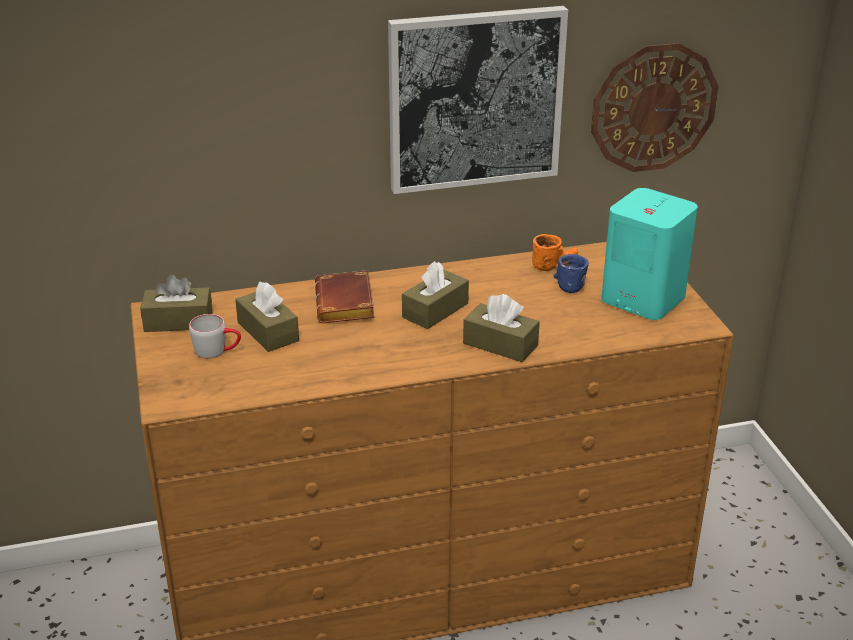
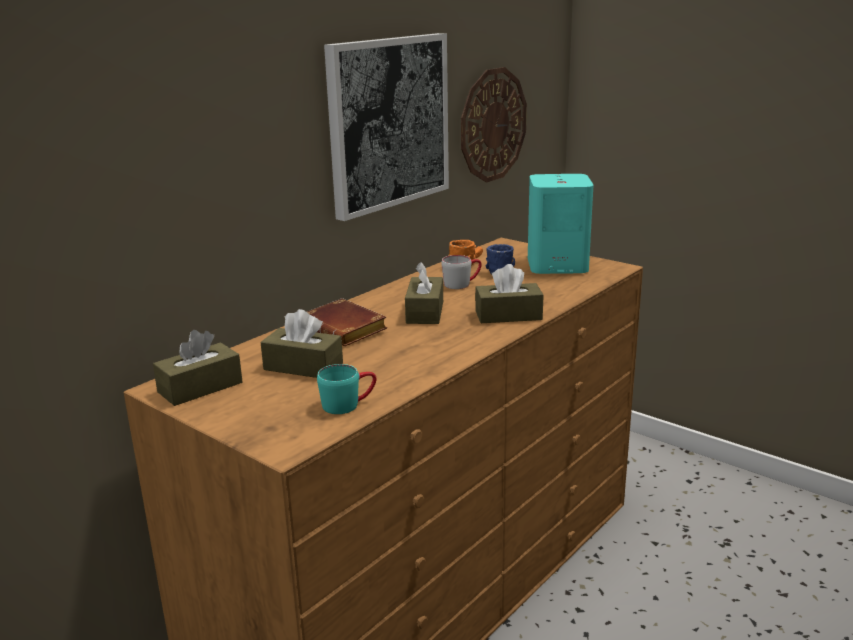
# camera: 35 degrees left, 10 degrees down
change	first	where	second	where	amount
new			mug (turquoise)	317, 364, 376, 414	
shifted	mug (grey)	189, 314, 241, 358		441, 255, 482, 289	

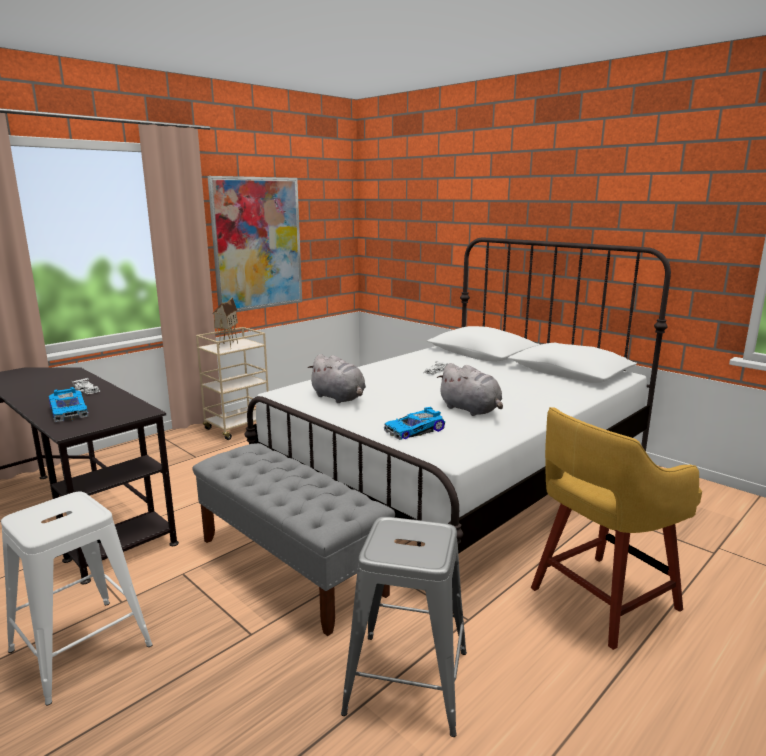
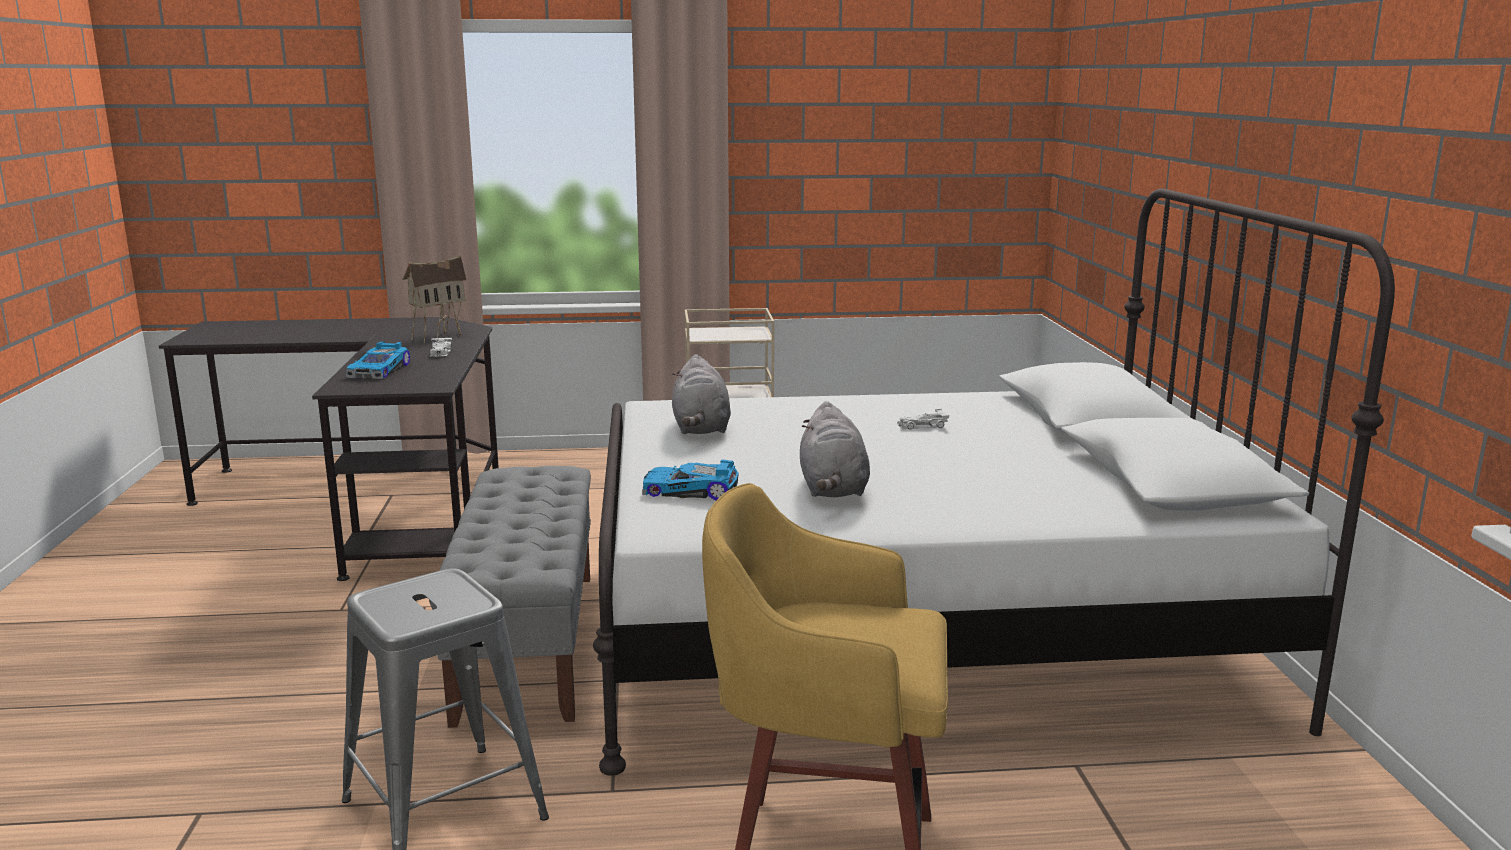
# camera: 40 degrees right, 0 degrees up
change	first	where	second	where	amount
shifted	toy house	212, 297, 238, 347		402, 256, 467, 343	
gone	stool (white)	1, 491, 153, 706			
gone	picture	208, 176, 302, 312			

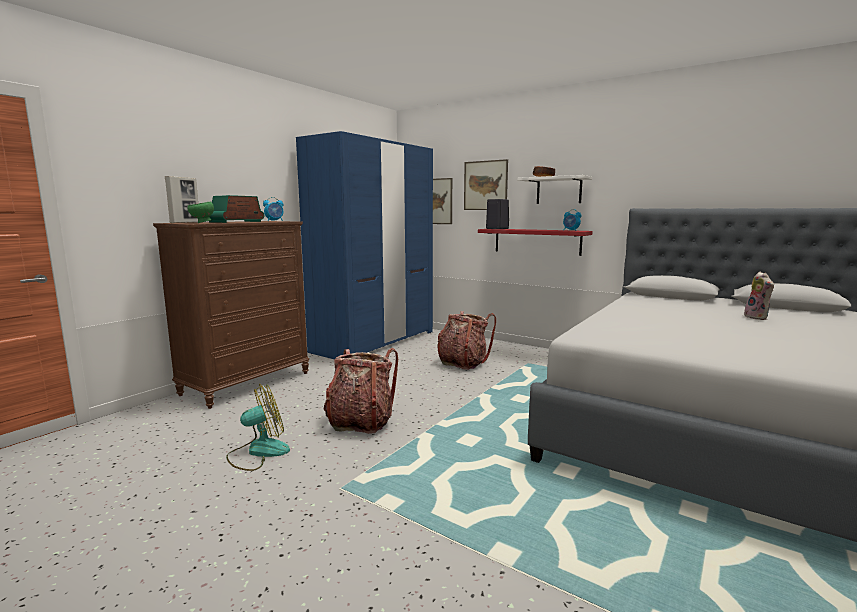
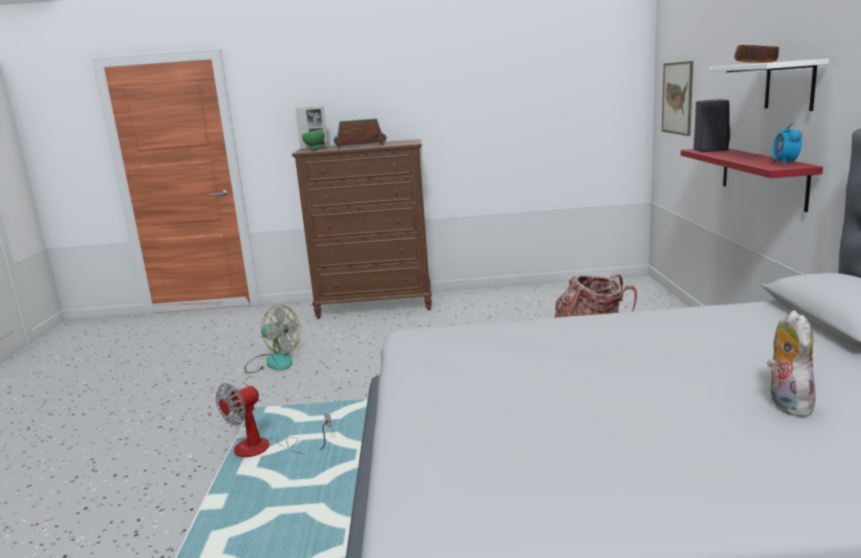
# camera: 55 degrees right, 5 degrees up
change	first	where	second	where	amount
new			fan	216, 383, 332, 457	
rotated	plush toy	744, 272, 774, 320		767, 310, 817, 417	135 degrees clockwise
gone	alarm clock	263, 197, 283, 221			
gone	wardrobe (blue)	296, 131, 433, 359			
gone	backpack	324, 348, 398, 434			
gone	picture	464, 159, 508, 210			

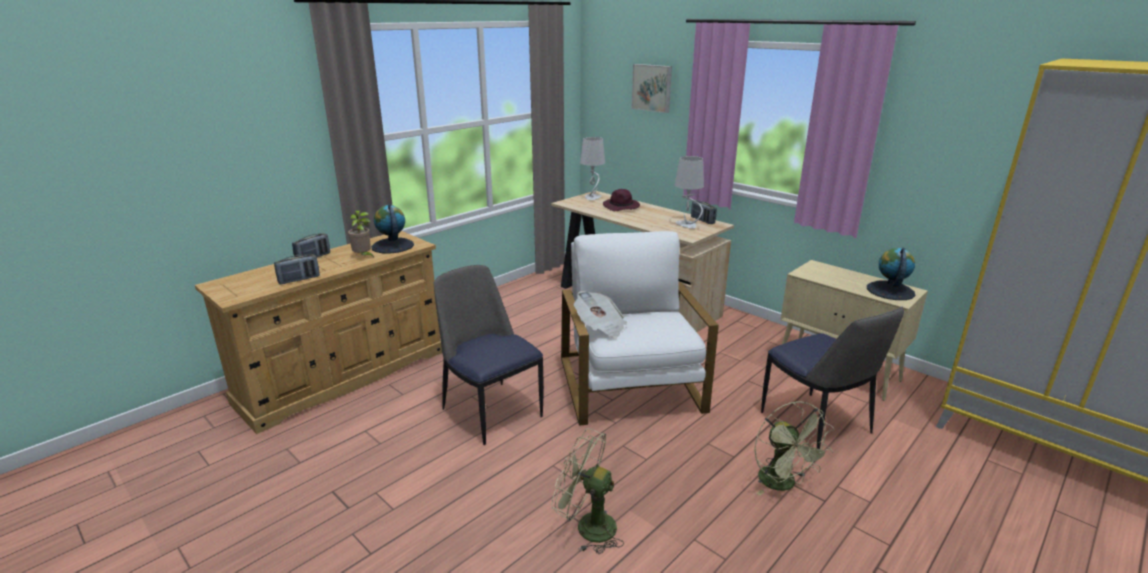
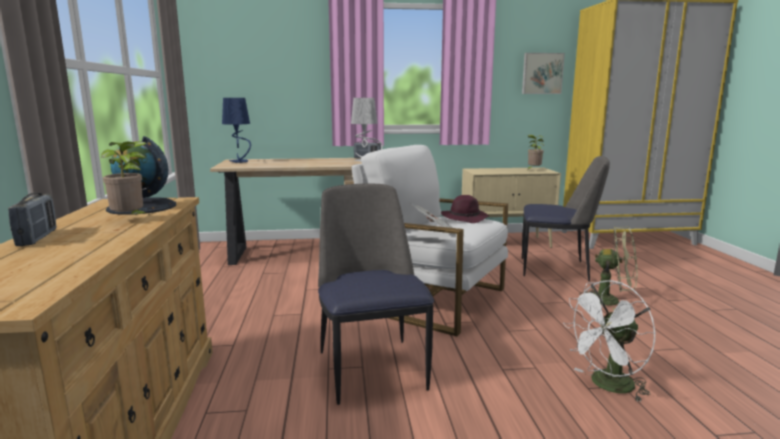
# camera: 50 degrees left, 10 degrees down
change	first	where	second	where	amount
repainted	table lamp (grey)	580, 137, 605, 200	table lamp (blue)	222, 98, 251, 163	
rotated	chair	433, 265, 544, 445		318, 183, 434, 405	75 degrees clockwise
shifted	hat (purple)	603, 189, 640, 211		441, 195, 489, 223	
shifted	picture	632, 64, 672, 113		522, 53, 565, 94	
swapped	globe	867, 248, 915, 300	potted plant	528, 135, 544, 169	
repainted	fan (green)	551, 428, 624, 554	fan (white)	563, 280, 655, 402	
gone	radio	274, 254, 320, 285			

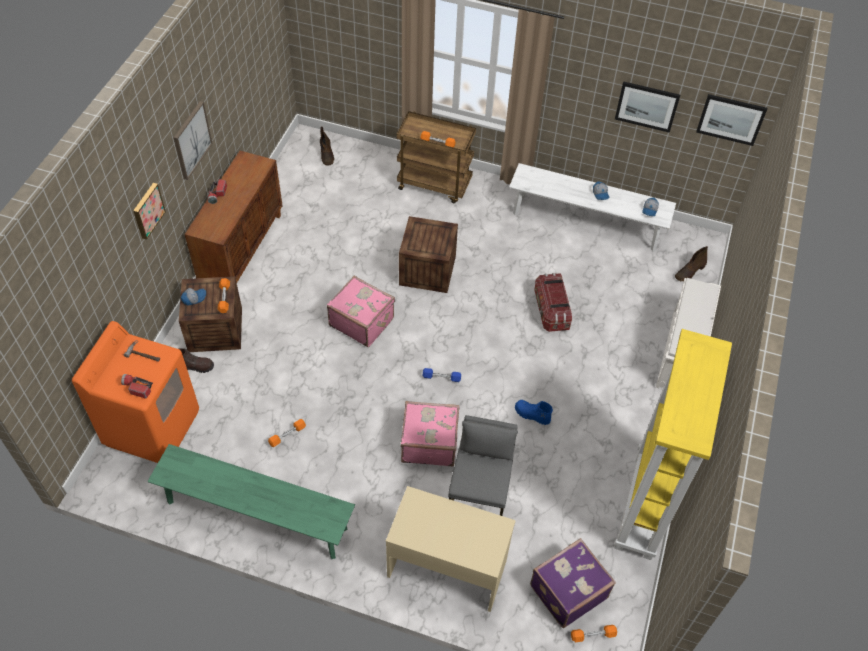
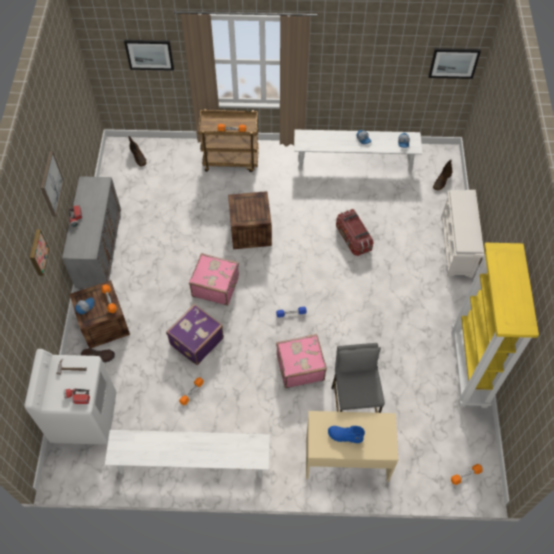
# camera: 15 degrees left, 5 degrees up
change	first	where	second	where	amount
repainted	washing machine (orange)	72, 321, 199, 463	washing machine (white)	24, 349, 117, 445	
repainted	cabinet (brown)	185, 151, 283, 283	cabinet (grey)	62, 176, 121, 291	
repainted	bench (green)	147, 444, 355, 559	bench (white)	105, 430, 270, 478	
shifted	picture	615, 81, 680, 133		124, 40, 174, 71	
shifted	suitcase (purple)	530, 538, 616, 628		166, 304, 224, 365	
shifted	boot (blue)	515, 400, 553, 425		328, 426, 365, 443	

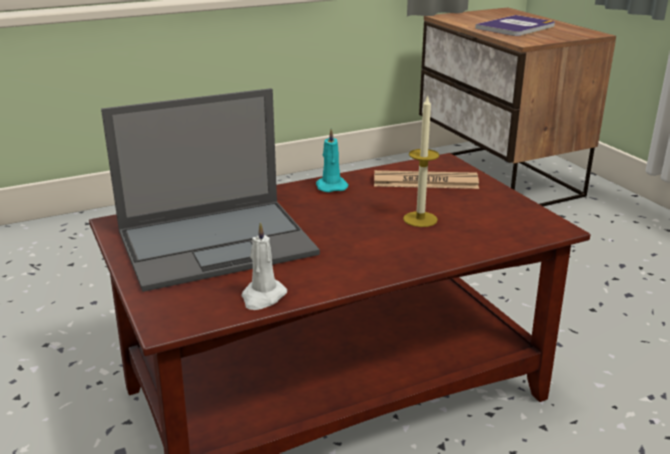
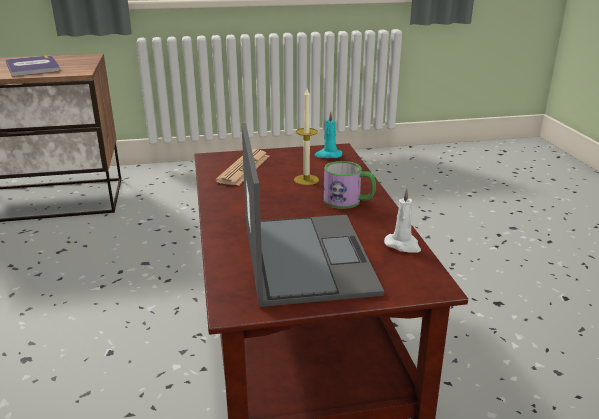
# camera: 75 degrees left, 0 degrees up
change	first	where	second	where	amount
shifted	candle (turquoise)	316, 128, 349, 192		315, 111, 342, 158	
new			mug	324, 161, 376, 209	

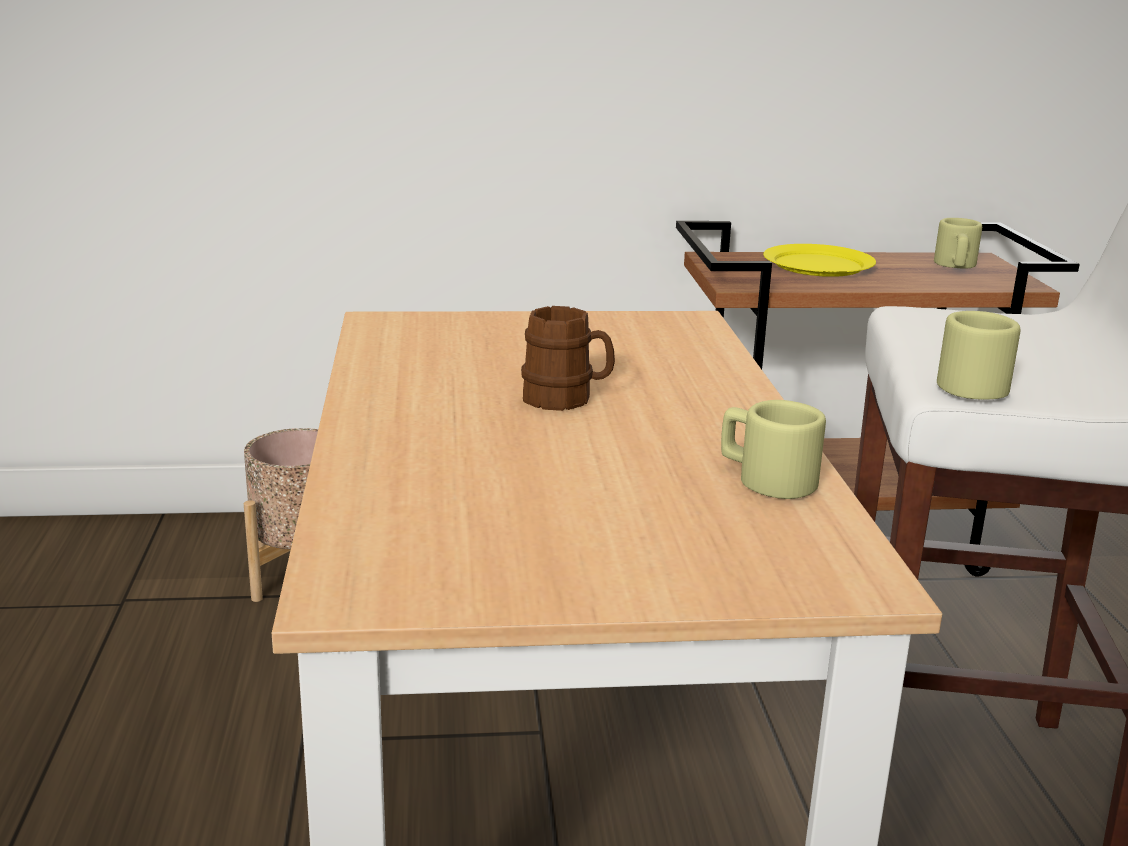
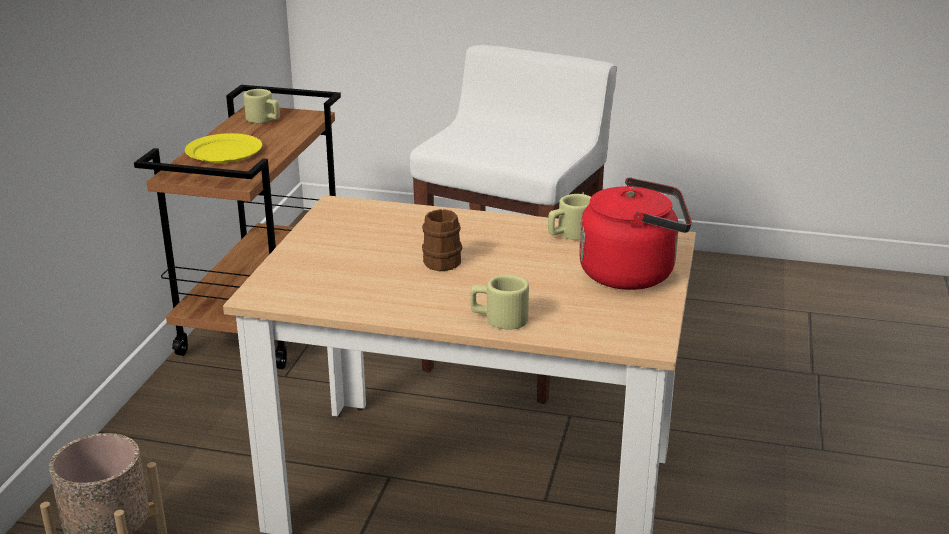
# camera: 70 degrees left, 5 degrees up
change	first	where	second	where	amount
shifted	mug (beige)	937, 311, 1020, 400		470, 275, 529, 329	
new			kettle (red)	579, 177, 692, 290	

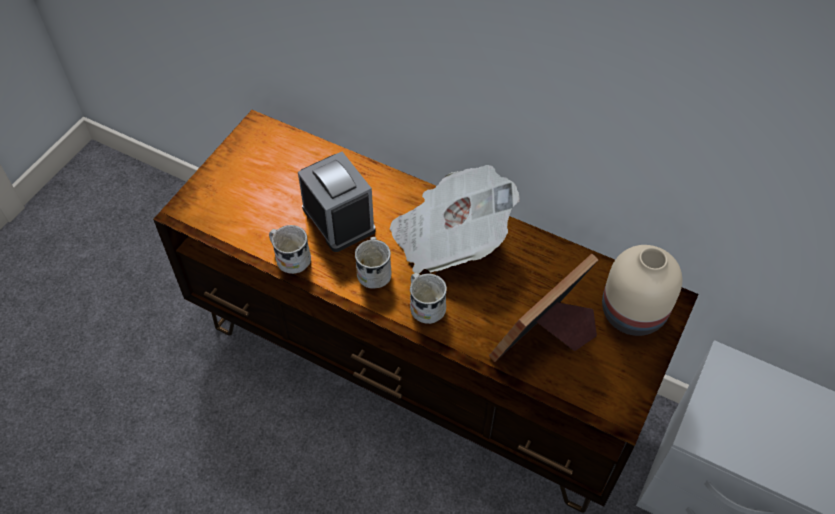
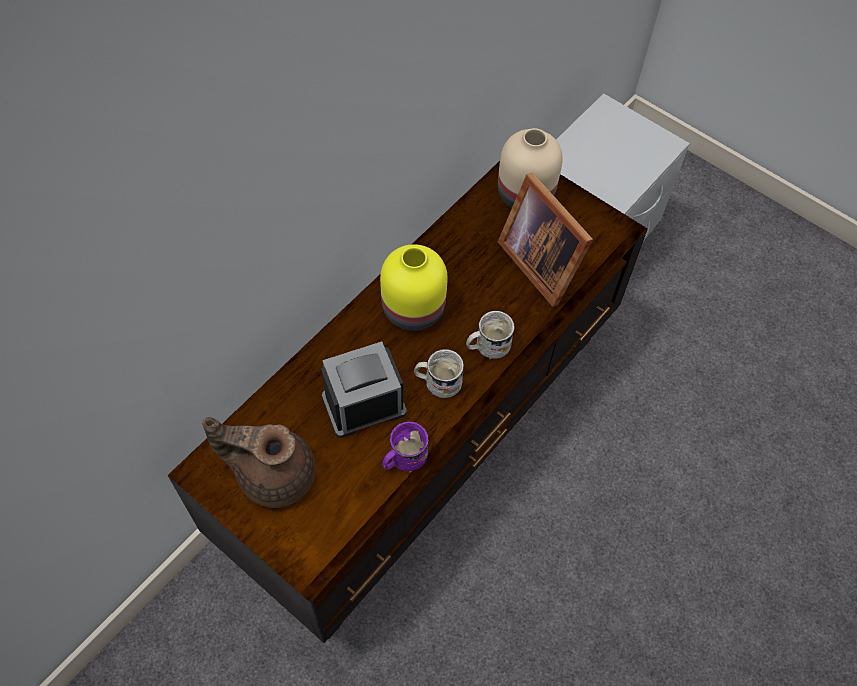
# camera: 80 degrees left, 5 degrees up
change	first	where	second	where	amount
new			teapot (brown)	202, 417, 316, 508	
swapped	newspaper	390, 165, 520, 274	vase (yellow)	380, 244, 448, 331	
repainted	mug (white)	269, 225, 311, 274	mug (purple)	382, 422, 429, 472	

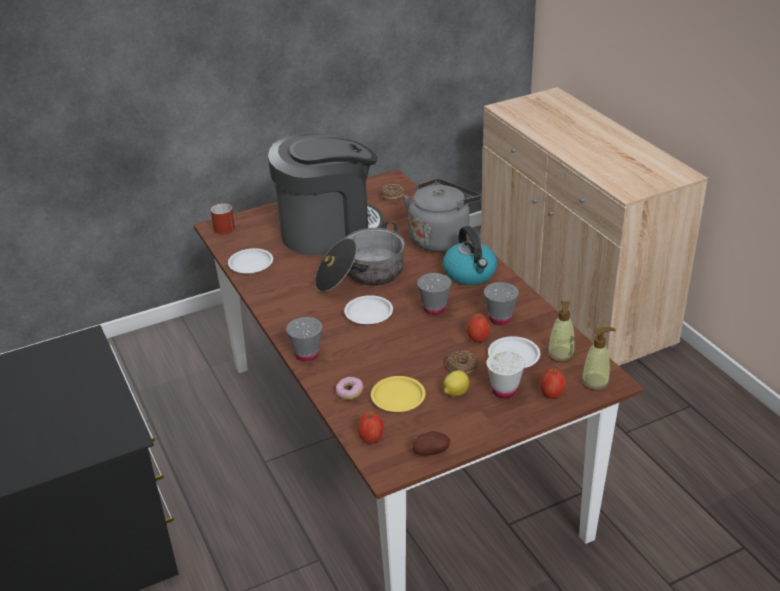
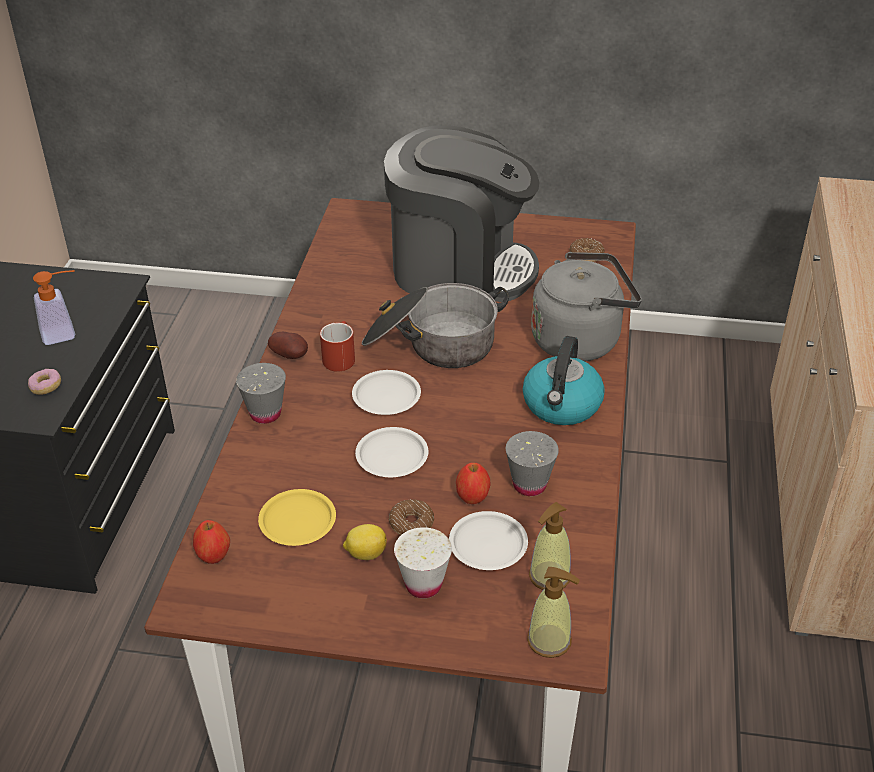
# camera: 35 degrees right, 5 degrees up
change	first	where	second	where	amount
shifted	donut	336, 377, 363, 400		28, 369, 61, 395	
new			soap dispenser	33, 270, 75, 345	
shifted	potato	413, 431, 450, 455		268, 332, 308, 359	
shifted	mug (red)	211, 203, 235, 234		320, 321, 355, 372	
shifted	plate (white)	228, 248, 273, 274		355, 427, 428, 477	
gone	cup (grey)	417, 273, 451, 315			
gone	apple	540, 368, 566, 399			

